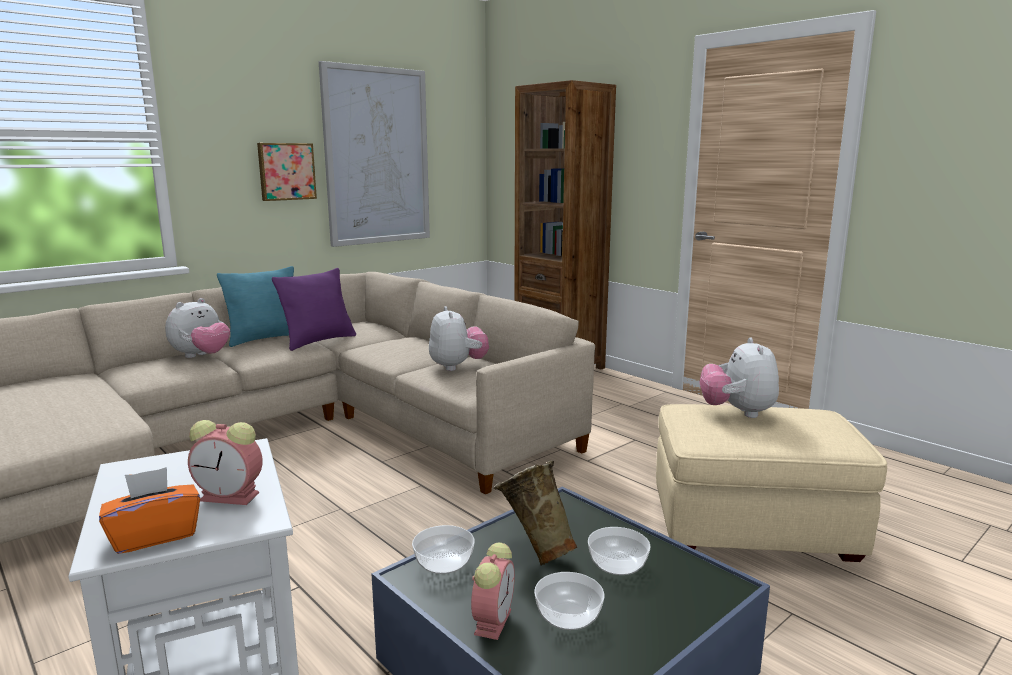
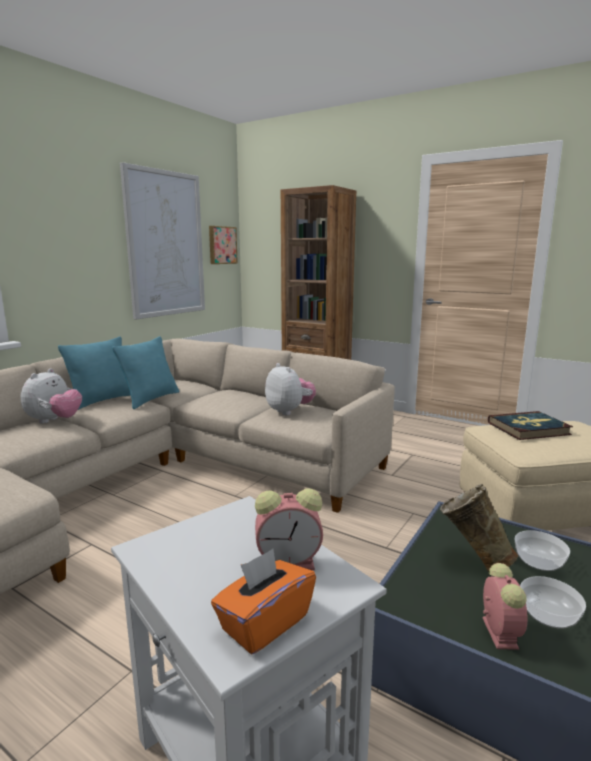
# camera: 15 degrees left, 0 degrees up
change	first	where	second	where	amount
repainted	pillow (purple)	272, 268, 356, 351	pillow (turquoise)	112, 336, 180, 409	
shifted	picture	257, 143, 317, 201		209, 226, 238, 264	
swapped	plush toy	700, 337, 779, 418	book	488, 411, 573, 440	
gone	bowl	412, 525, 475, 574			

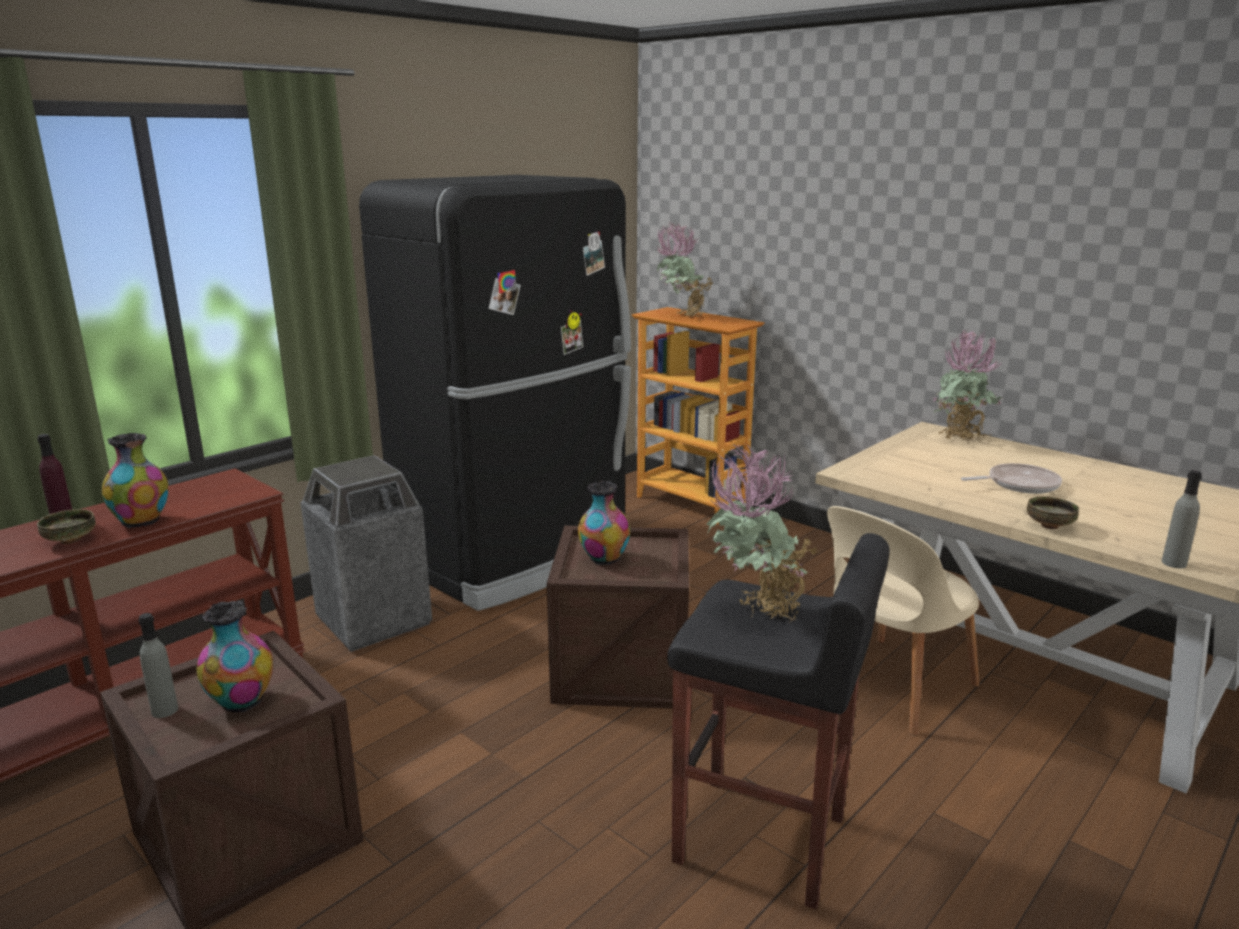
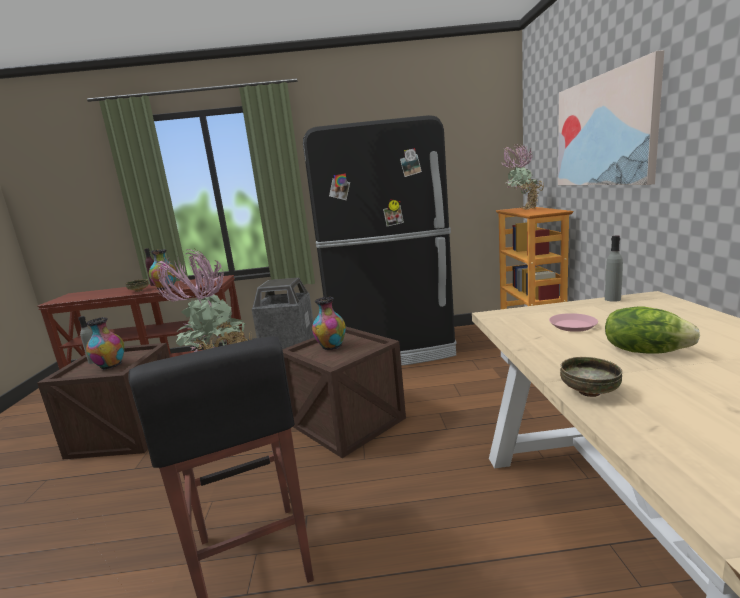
# camera: 45 degrees right, 5 degrees down
change	first	where	second	where	amount
new			plate (pink)	549, 313, 598, 332	
new			picture	558, 50, 664, 185	
shifted	bottle (grey)	1162, 470, 1202, 568		605, 236, 623, 302	
swapped	frying pan	961, 463, 1062, 494	lettuce	605, 307, 700, 354	
gone	chair (beige)	827, 506, 979, 736			
gone	potted plant	932, 330, 1002, 439			

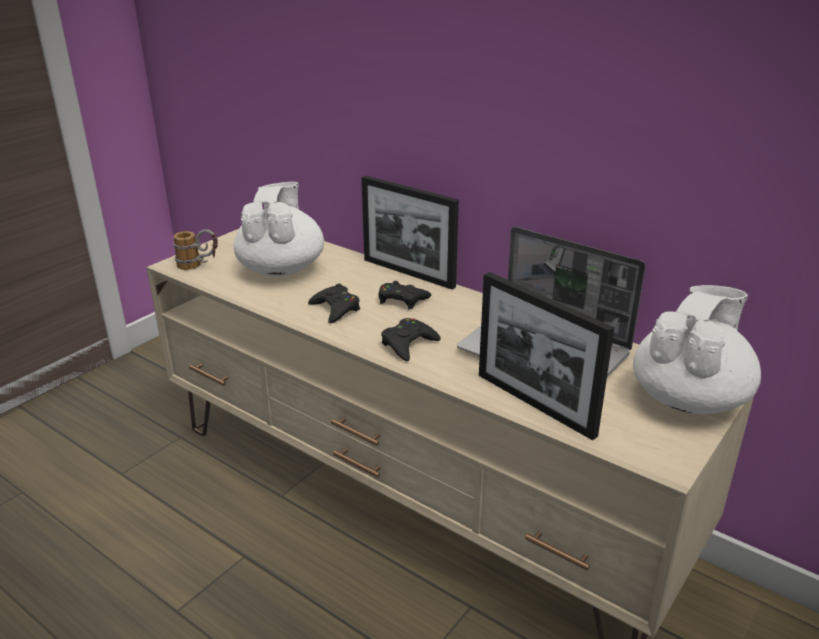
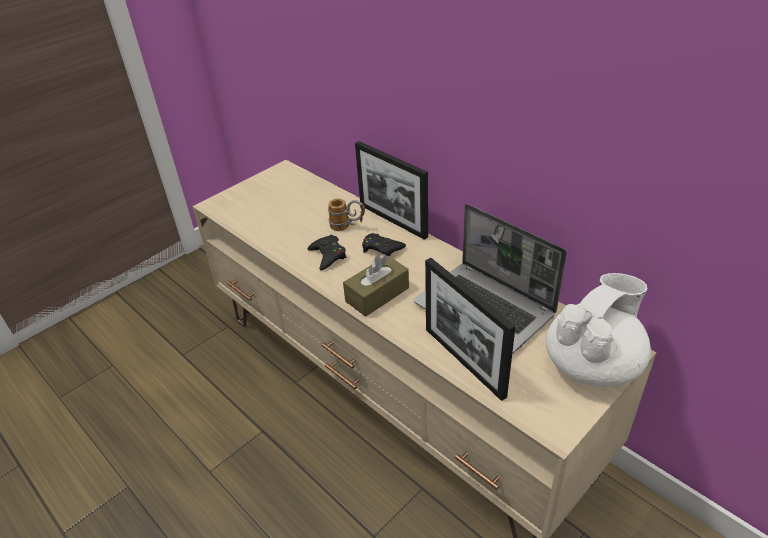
# camera: 10 degrees right, 10 degrees up
change	first	where	second	where	amount
shifted	mug	173, 229, 218, 270		328, 198, 365, 231	
swapped	game controller (black)	381, 318, 441, 361	tissue box (brown)	343, 254, 409, 317	
gone	teapot (white)	234, 182, 324, 277			

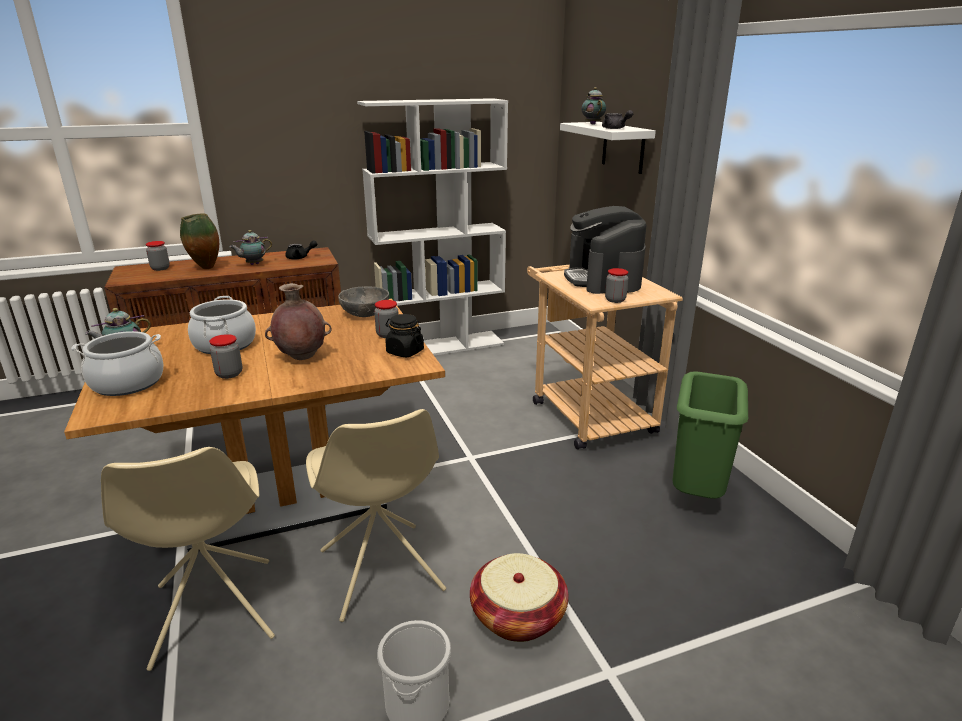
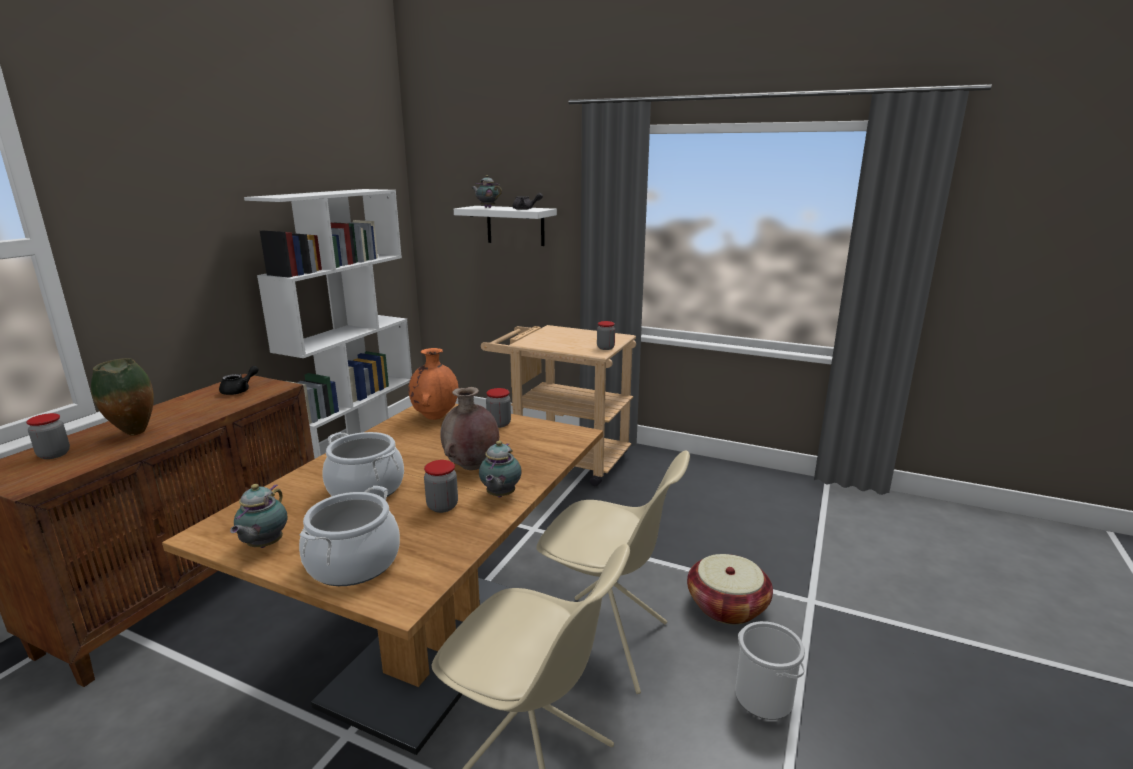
# camera: 45 degrees left, 5 degrees down
change	first	where	second	where	amount
swapped	bowl (grey)	338, 286, 389, 317	vase (orange)	408, 348, 458, 420	
shifted	teapot	230, 230, 272, 265		479, 441, 522, 497	
gone	jar (black)	385, 314, 424, 357			
gone	coffee machine	564, 206, 647, 294			
gone	trash can (green)	672, 371, 748, 499			

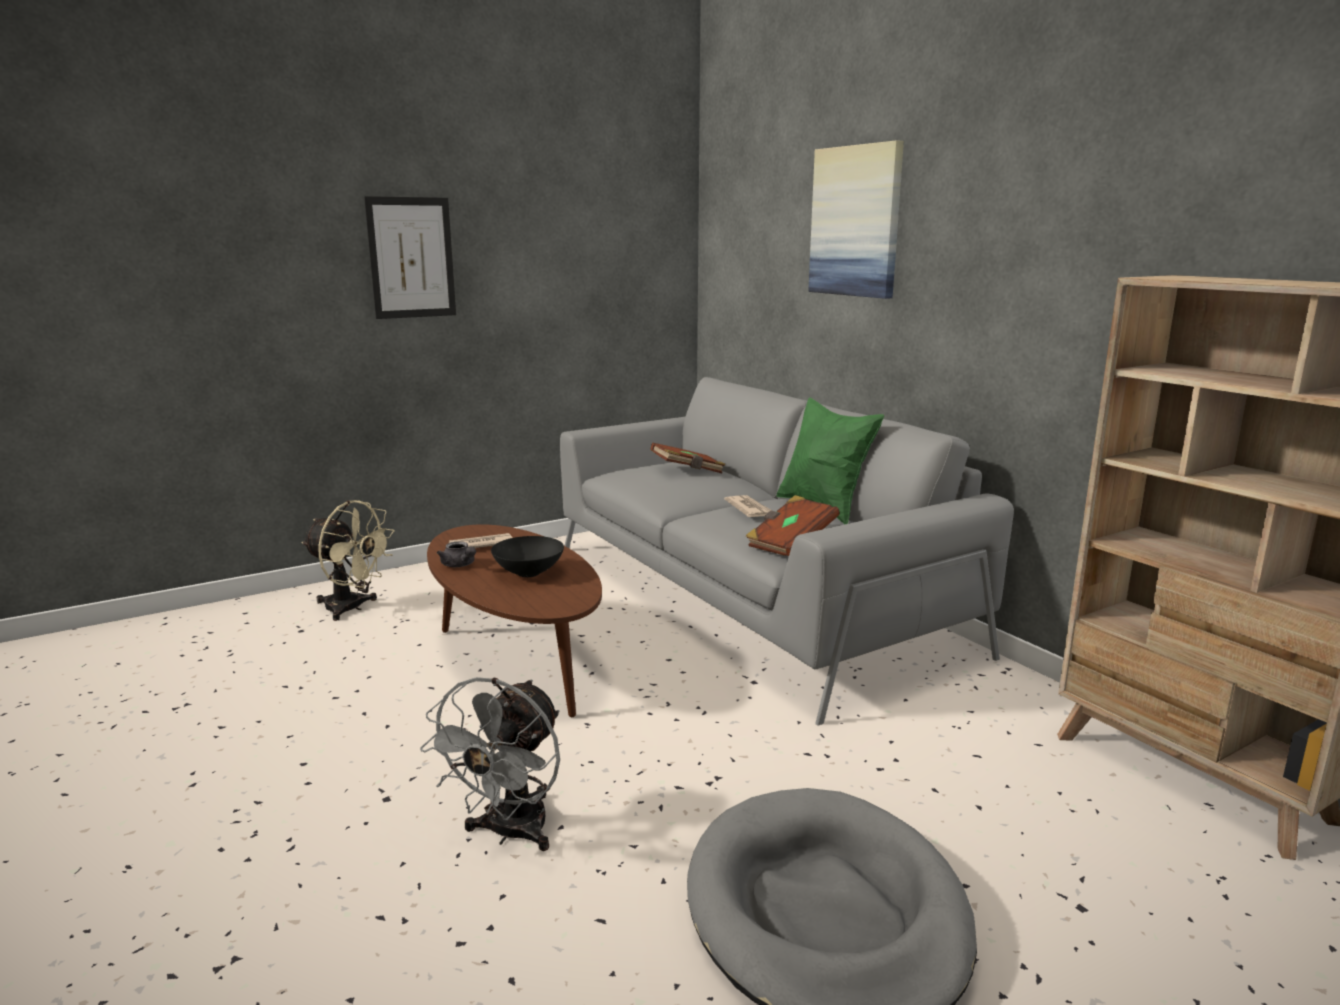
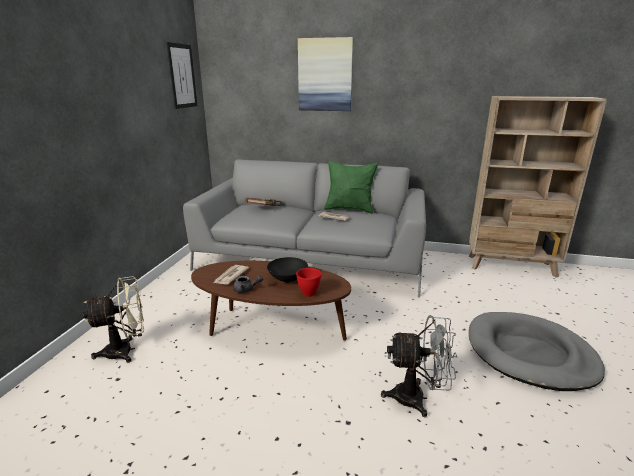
# camera: 45 degrees left, 5 degrees up
change	first	where	second	where	amount
shifted	picture	364, 196, 456, 319		166, 42, 197, 109	
new			bowl (red)	296, 268, 321, 297	
rotated	fan (grey)	420, 677, 560, 851		381, 315, 458, 418	60 degrees counterclockwise
gone	book (brown)	746, 495, 839, 556			

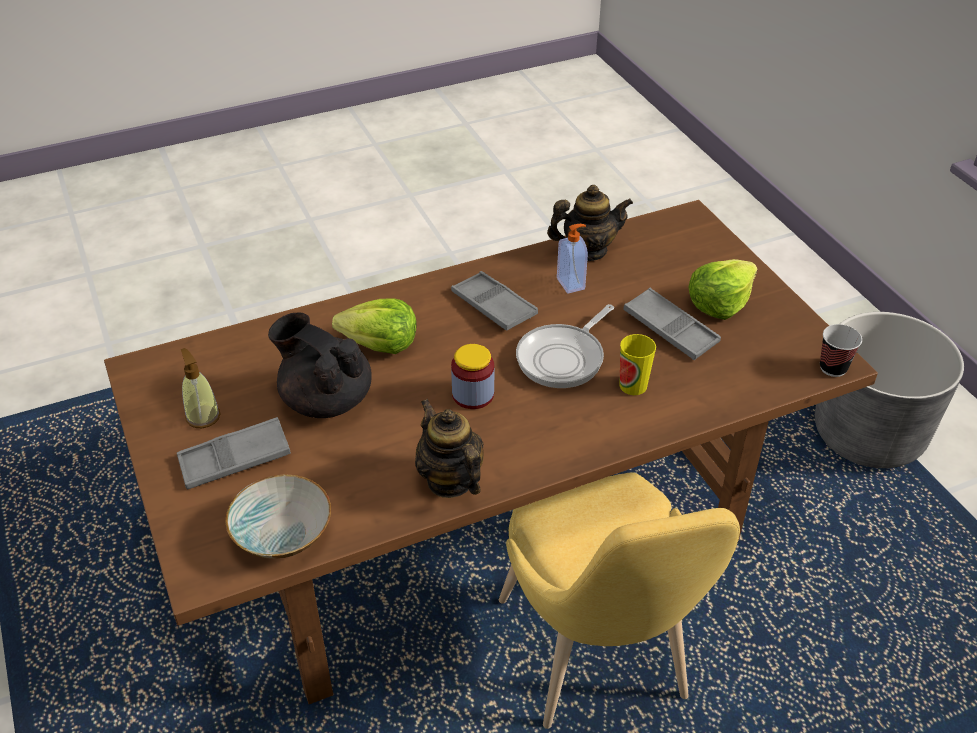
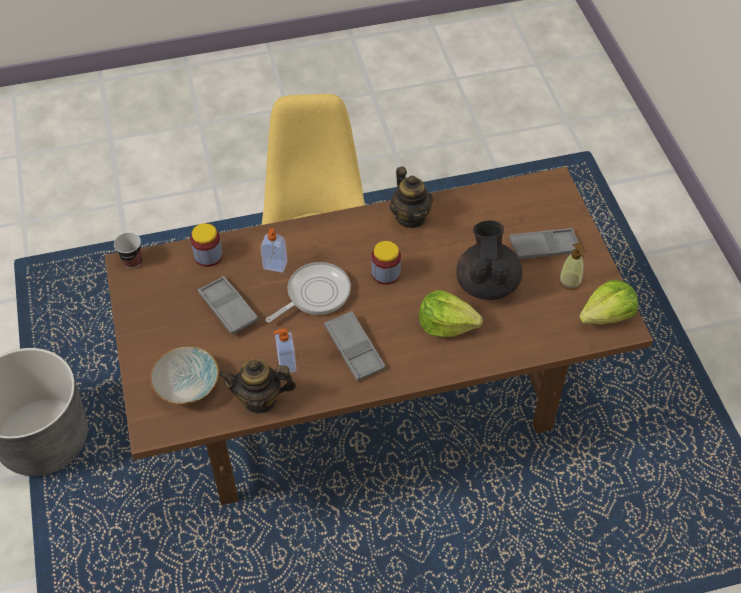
# camera: 170 degrees left, 10 degrees up
change	first	where	second	where	amount
shifted	bowl	225, 474, 331, 559		150, 346, 219, 405	
new			jar	190, 223, 223, 267	
swapped	cup	619, 334, 656, 395	soap dispenser	261, 228, 287, 273	
rotated	teapot (black)	268, 312, 372, 418		456, 220, 522, 300	135 degrees counterclockwise
shifted	lettuce	688, 259, 757, 320		579, 280, 638, 325	

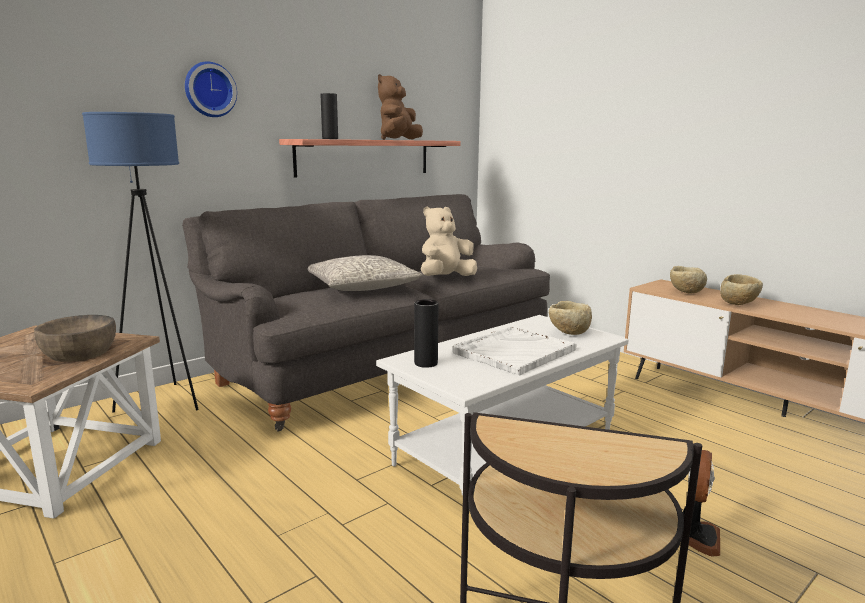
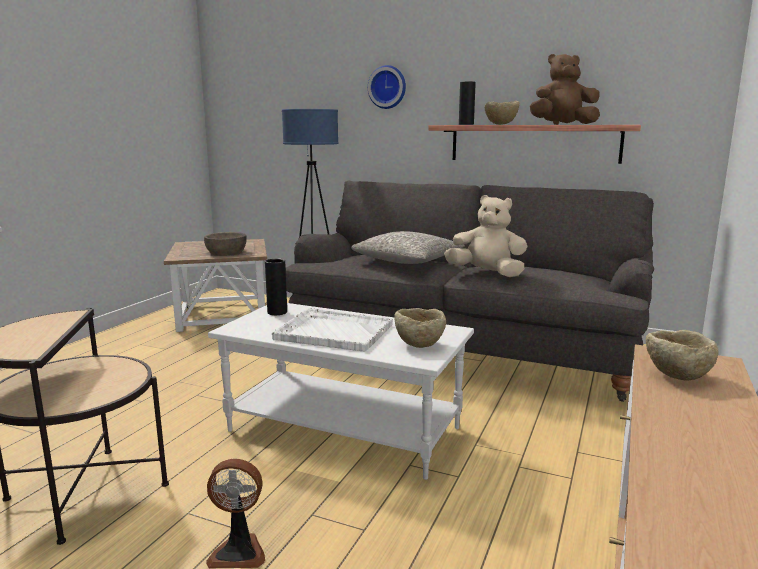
# camera: 65 degrees right, 0 degrees up
change	first	where	second	where	amount
shifted	bowl (beige)	720, 274, 763, 305		485, 101, 519, 125	

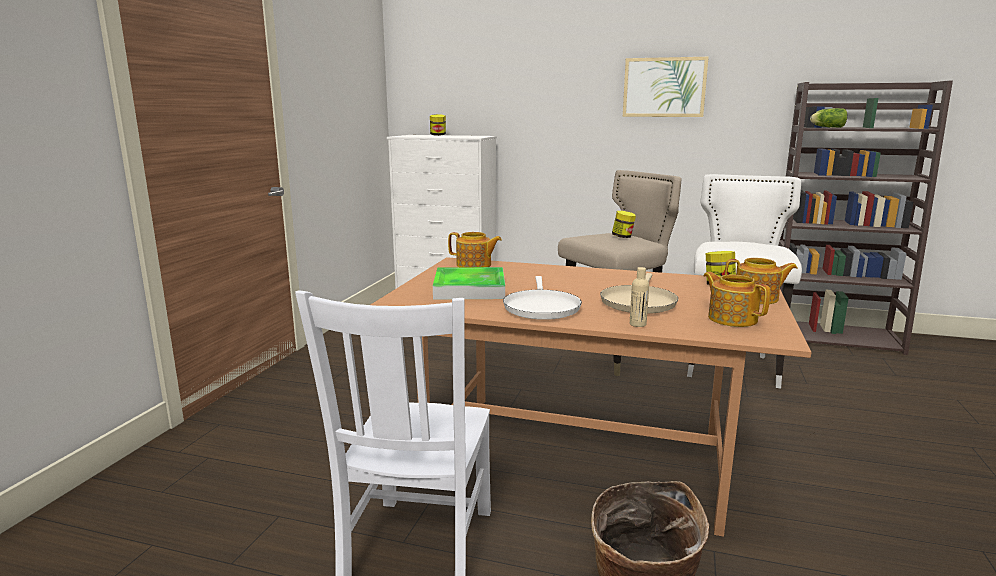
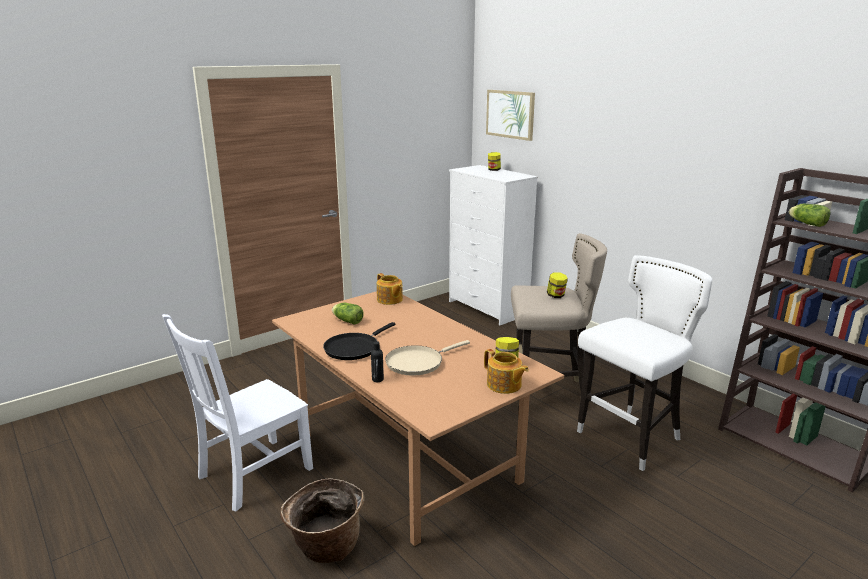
# camera: 35 degrees right, 5 degrees up
change	first	where	second	where	amount
repainted	frying pan (white)	503, 276, 582, 320	frying pan (black)	323, 322, 396, 360	
swapped	tray	433, 267, 505, 300	lettuce	332, 303, 364, 324	
repainted	bottle (beige)	630, 267, 649, 327	bottle (black)	371, 341, 384, 382	
shifted	picture	623, 57, 709, 117		486, 90, 535, 141	
gone	teapot	703, 272, 770, 327			

